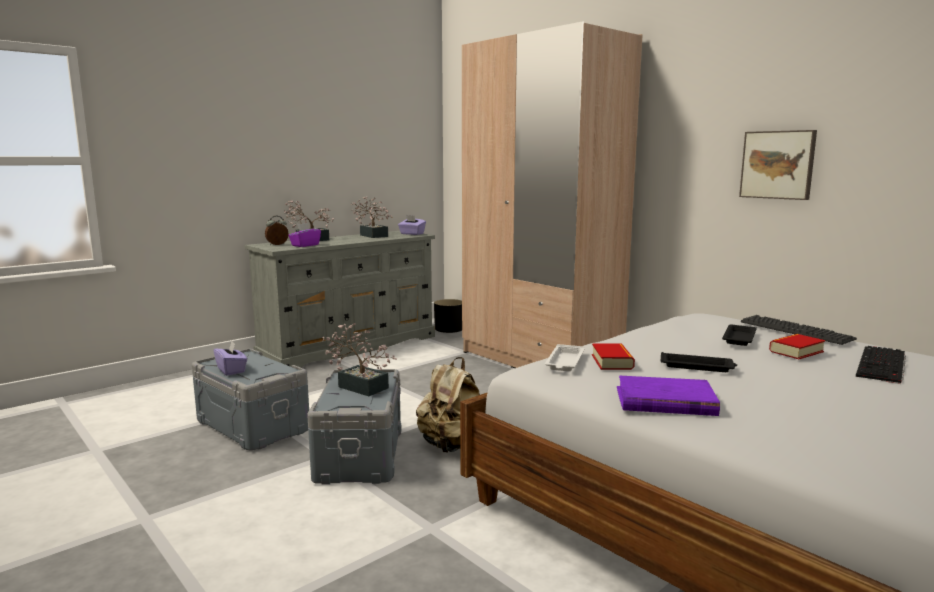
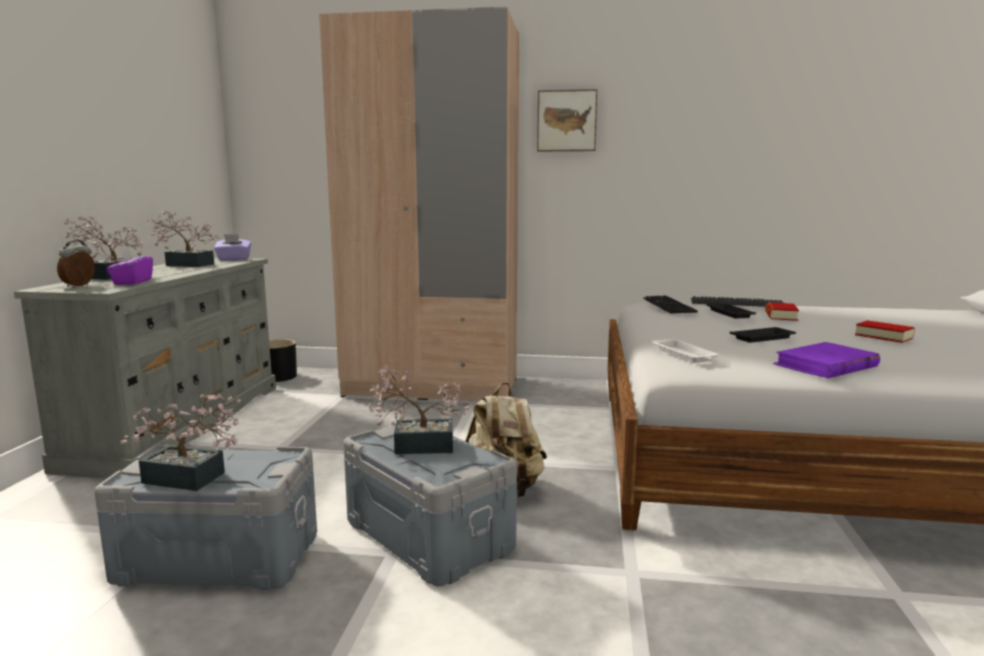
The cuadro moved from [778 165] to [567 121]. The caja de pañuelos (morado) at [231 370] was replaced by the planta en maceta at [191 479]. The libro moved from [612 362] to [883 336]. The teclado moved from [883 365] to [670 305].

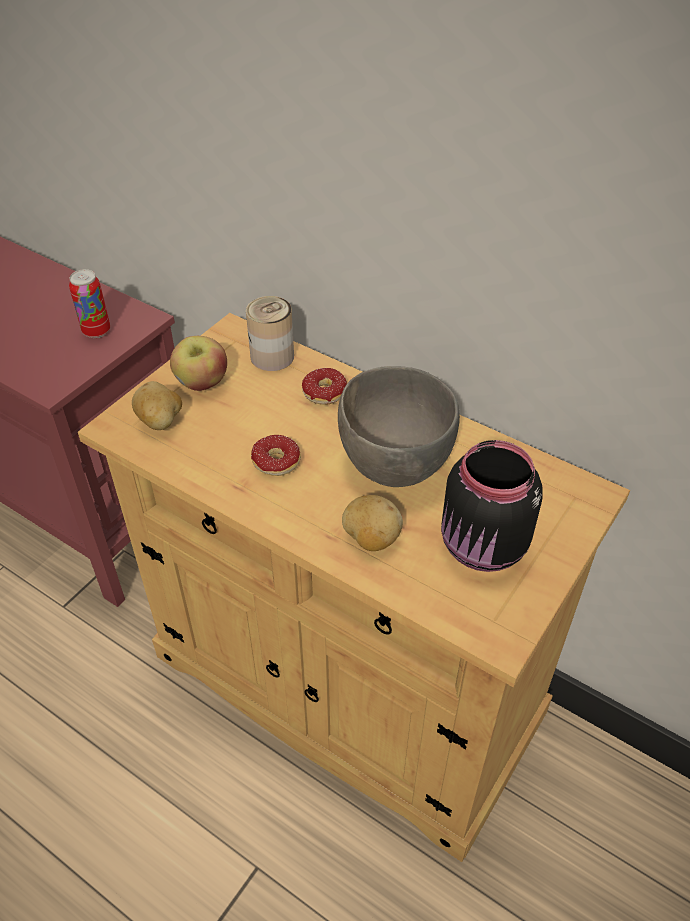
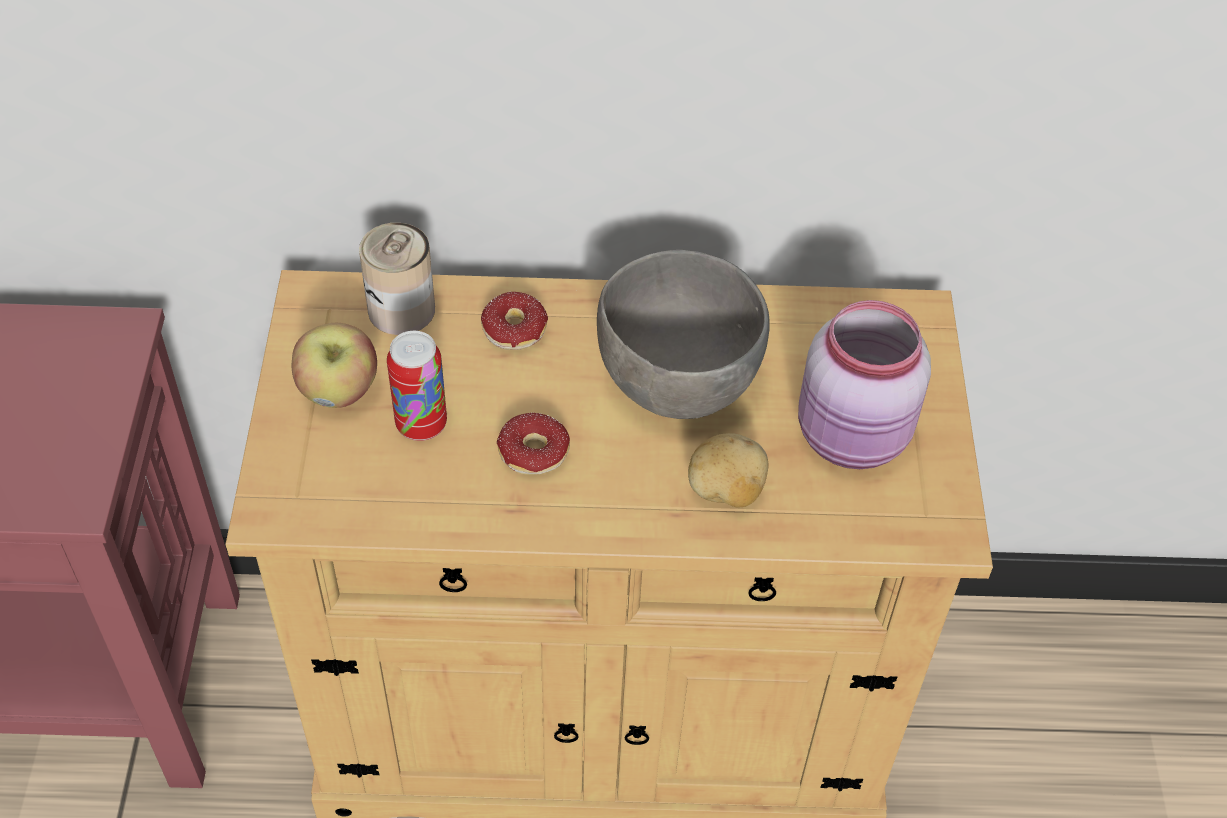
The lata moved from [96 331] to [421 424]. The patata at [160 421] disappeared. The tarro (negro) at [483 548] became the tarro (rosa) at [854 438].

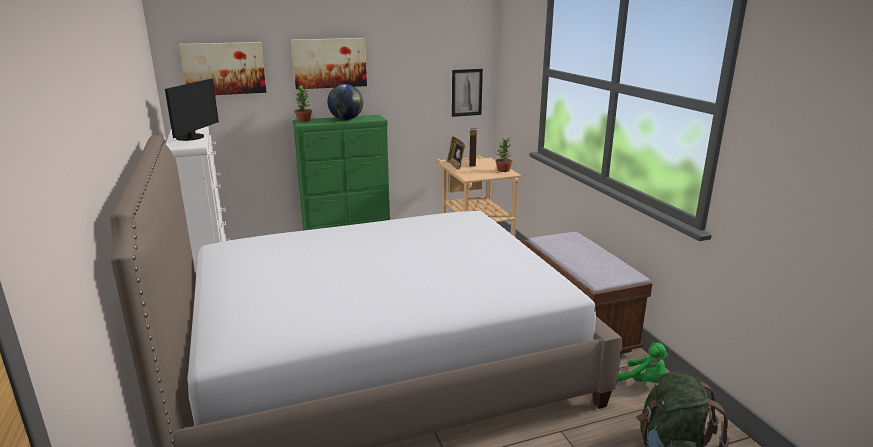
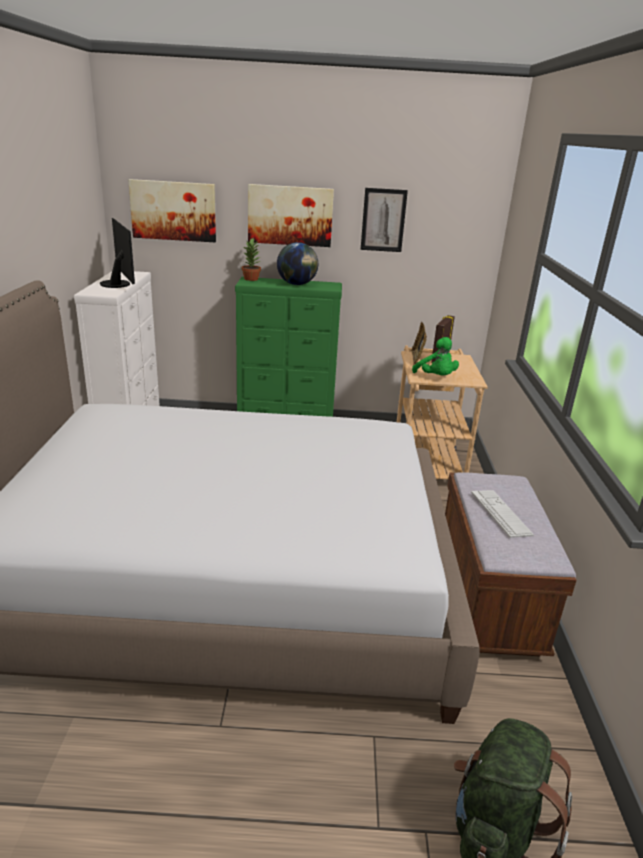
The cuadro moved from [466 92] to [383 220]. The monitor at [193 137] turned 60 degrees counterclockwise. The planta en maceta at [503 170] disappeared. The peluche (verde) moved from [644 381] to [436 377]. The teclado at [500 513] appeared.

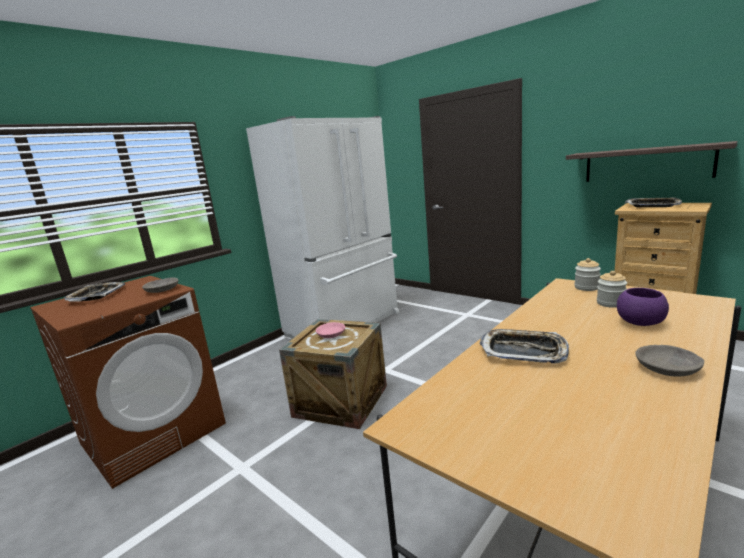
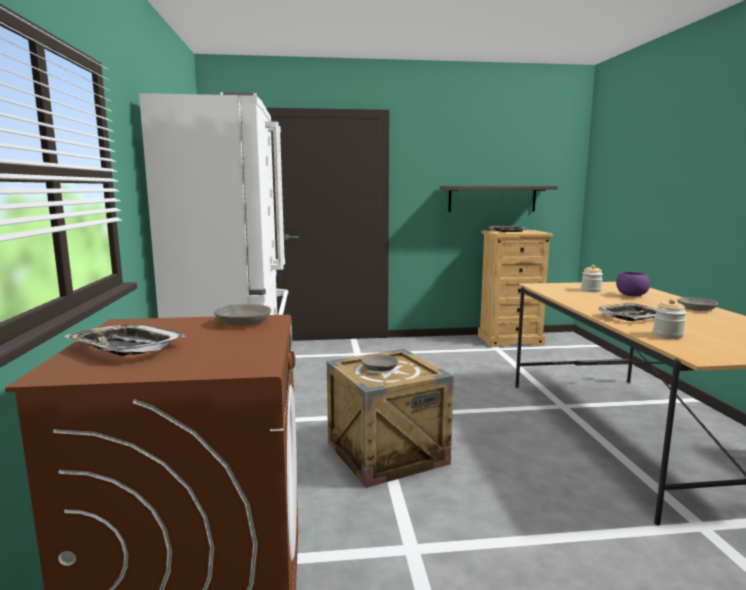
The tarro moved from [586 287] to [667 335]. The cuenco (rosa) at [330 334] became the cuenco (gris) at [379 368].

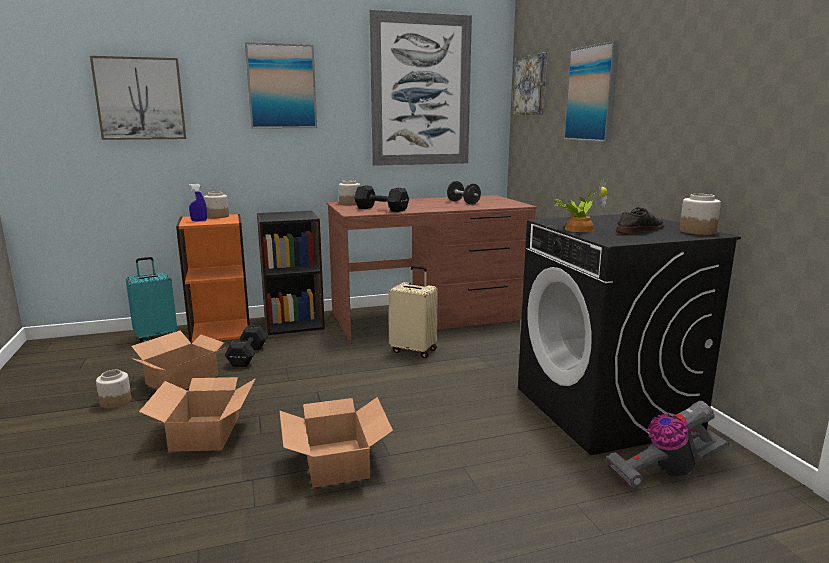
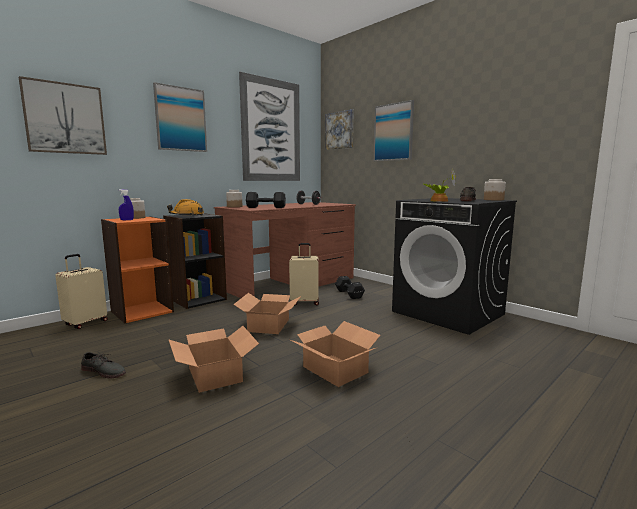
The maleta (turquesa) at [156 336] became the maleta (beis) at [85 323]. The mancuerna (negro) moved from [247 356] to [349 294]. The caja de cartón moved from [181 380] to [268 325]. The tarro at [116 401] was replaced by the zapato (gris) at [104 371]. The aspiradora at [664 472] disappeared. The casco (naranja) at [187 216] appeared.

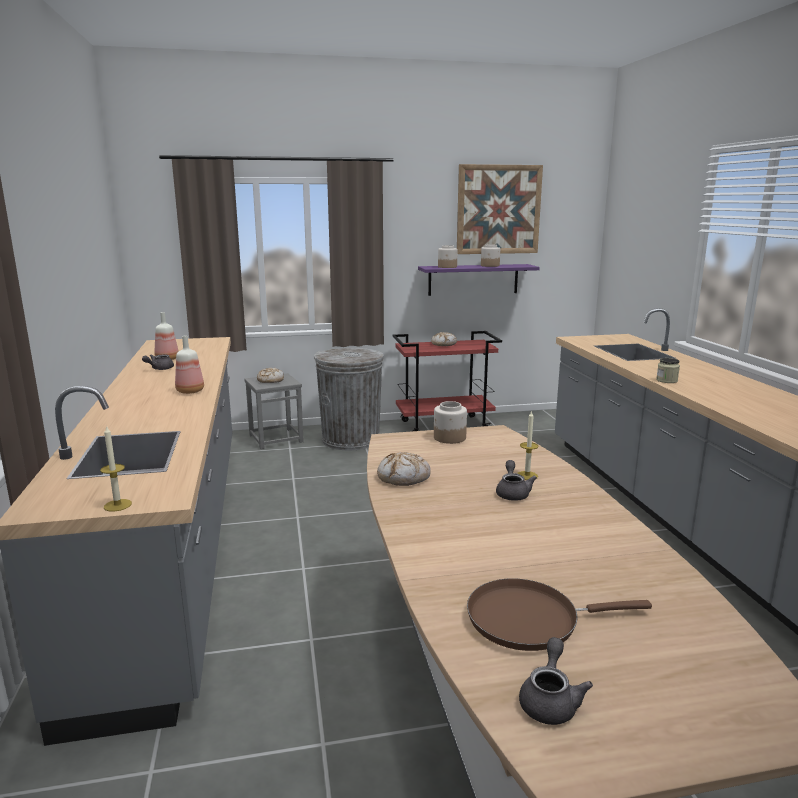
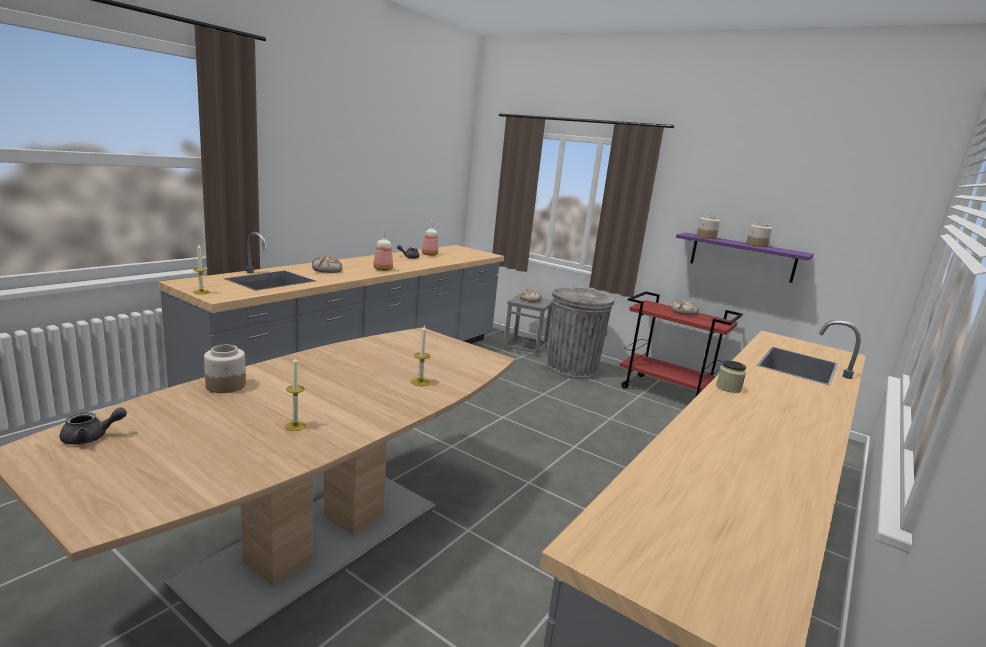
The cuadro at [498 209] disappeared. The tarro moved from [449 438] to [225 385]. The pan moved from [404 477] to [327 270]. The tetera (gris) at [512 493] disappeared. The sartén (marrón) at [530 619] disappeared. The vela at [295 426] appeared.

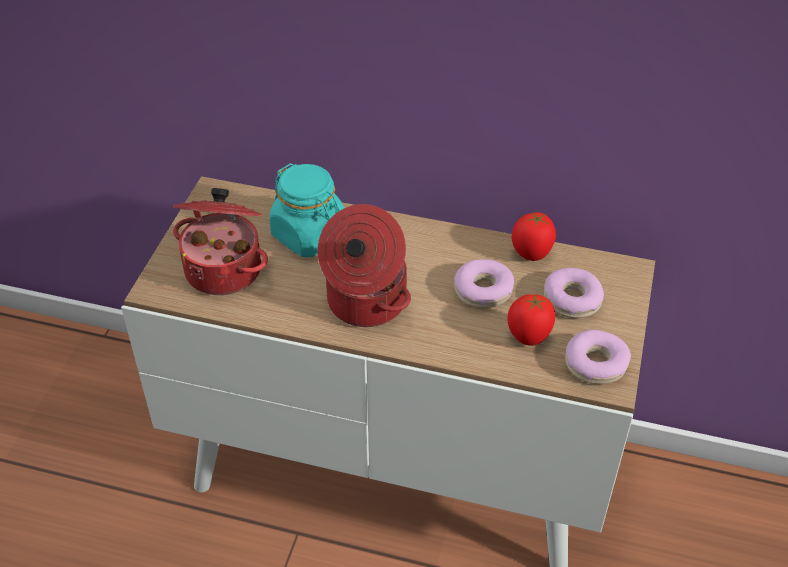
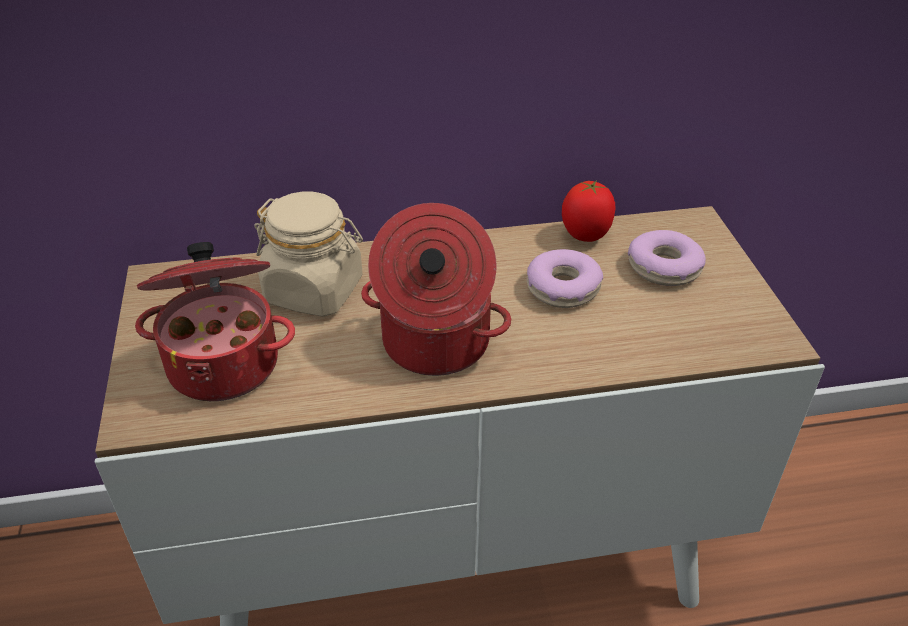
The tarro (turquesa) at [309 235] became the tarro (beis) at [314 291]. The tomate at [528 337] disappeared. The rosquilla at [596 364] disappeared.

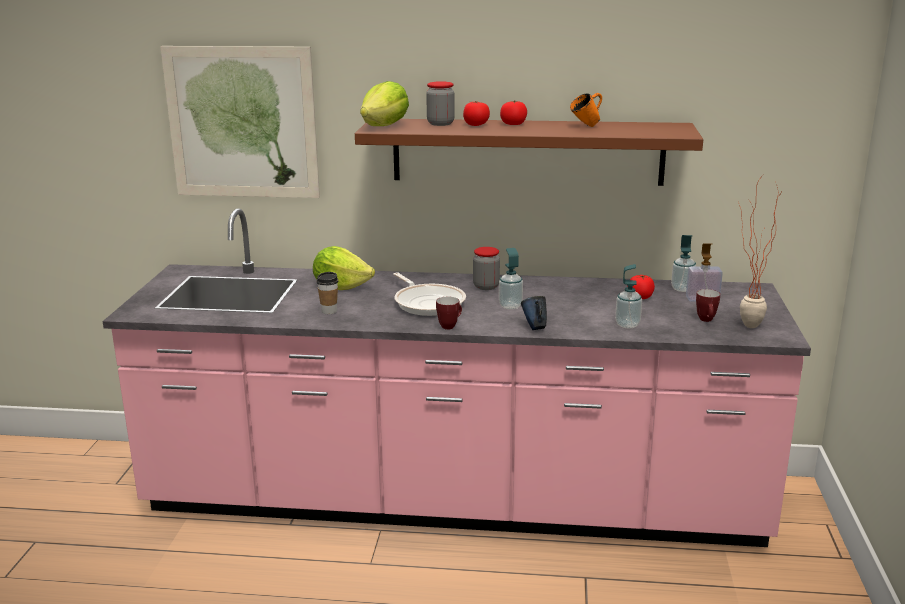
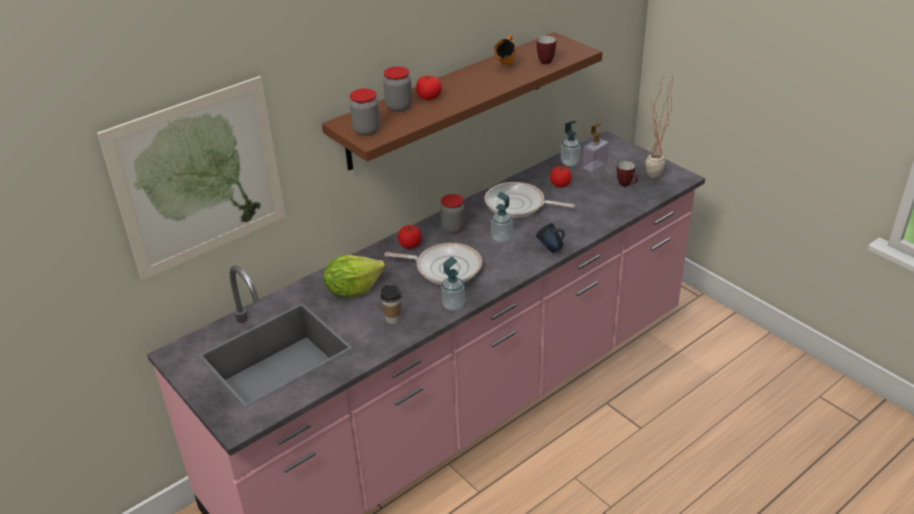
The lechuga at [385 126] was replaced by the tarro at [366 130]. The tomate moved from [513 124] to [410 244]. The dispensador de jabón moved from [627 325] to [453 305]. The taza grande moved from [450 326] to [545 61]. The sartén at [518 205] appeared.

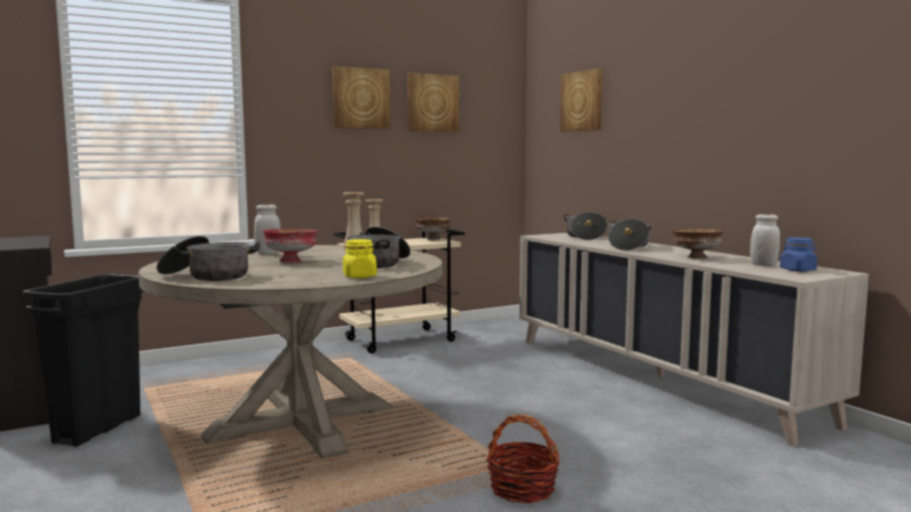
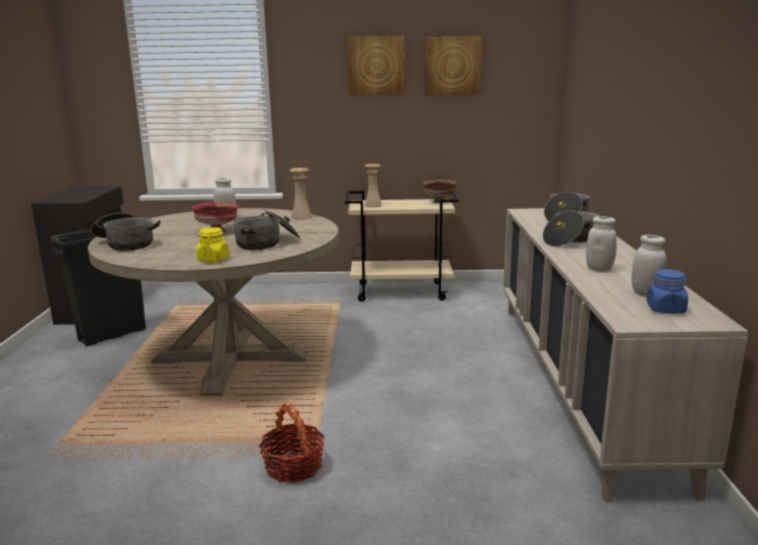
The cuadro at [582 101] disappeared. The cuenco (marrón) at [696 257] was replaced by the tarro (blanco) at [599 269].

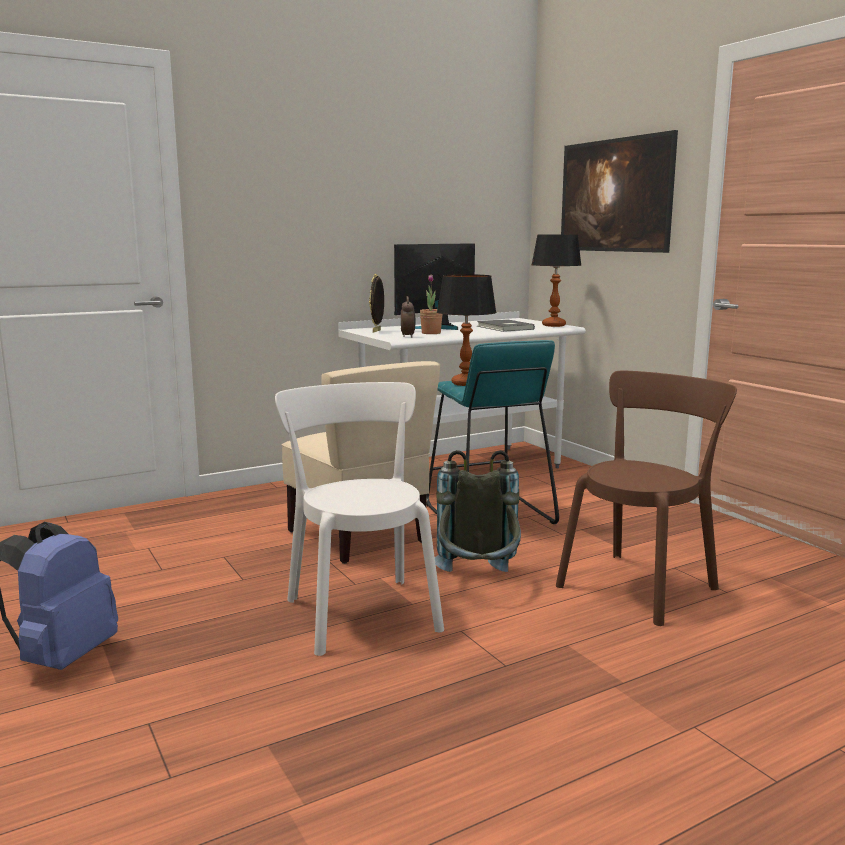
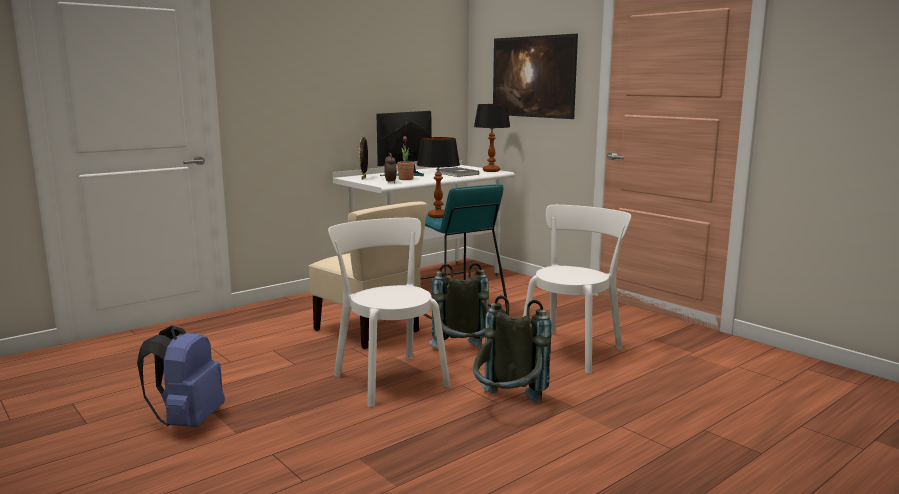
The silla (marrón) at [640 584] became the silla (blanco) at [572 349]. The mochila (gris) at [508 405] appeared.

